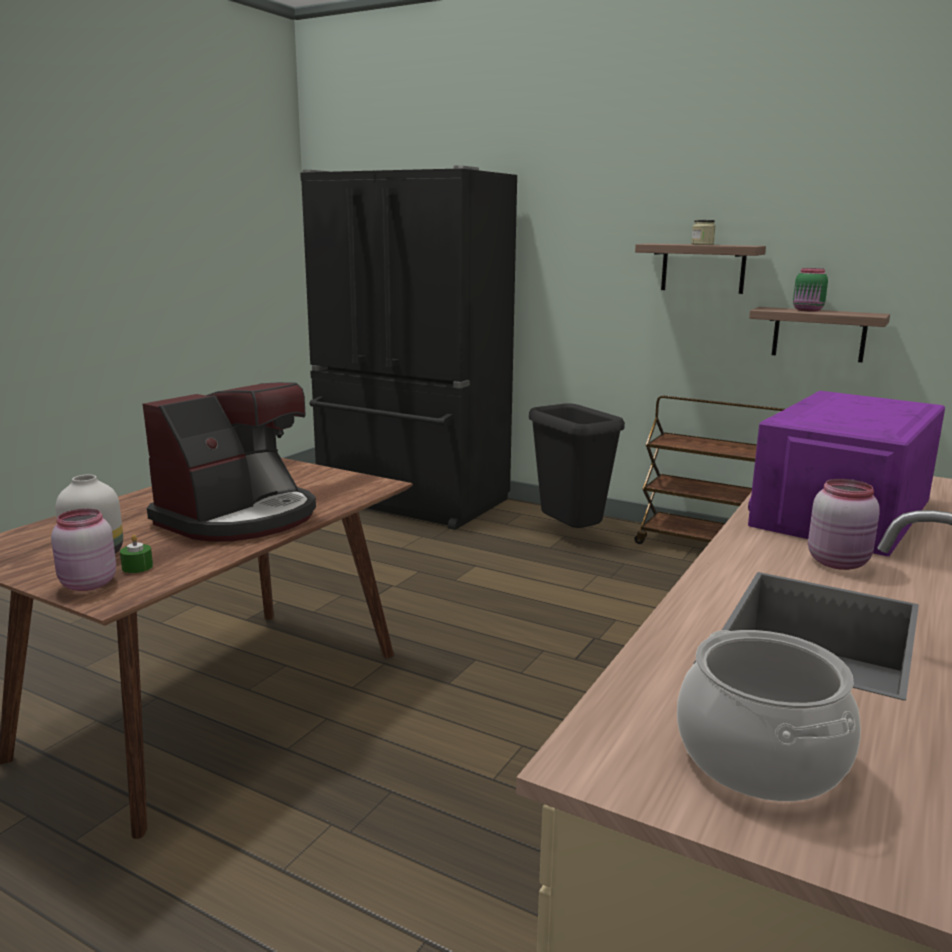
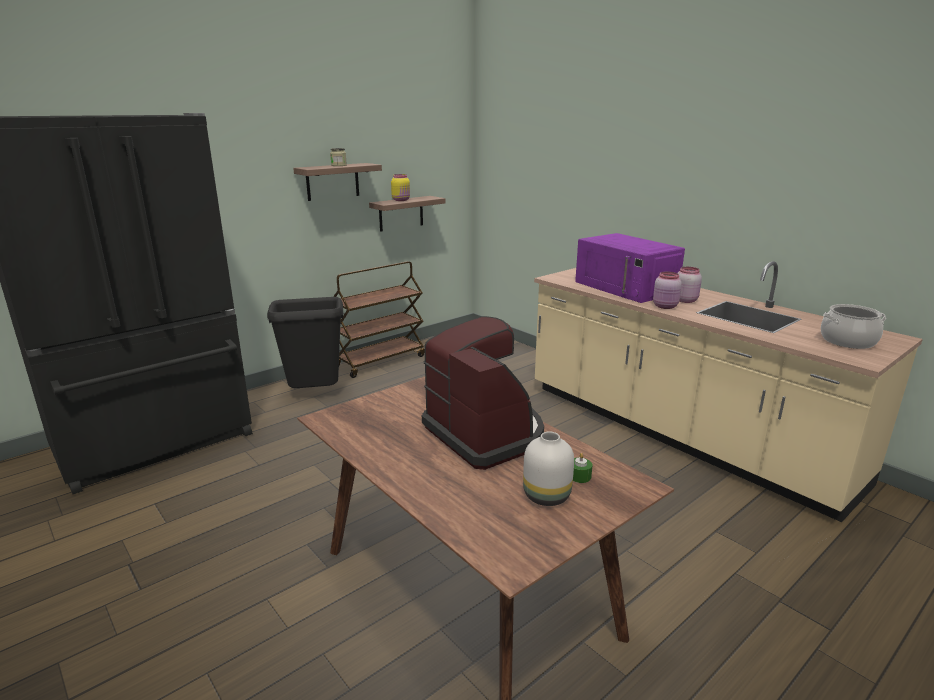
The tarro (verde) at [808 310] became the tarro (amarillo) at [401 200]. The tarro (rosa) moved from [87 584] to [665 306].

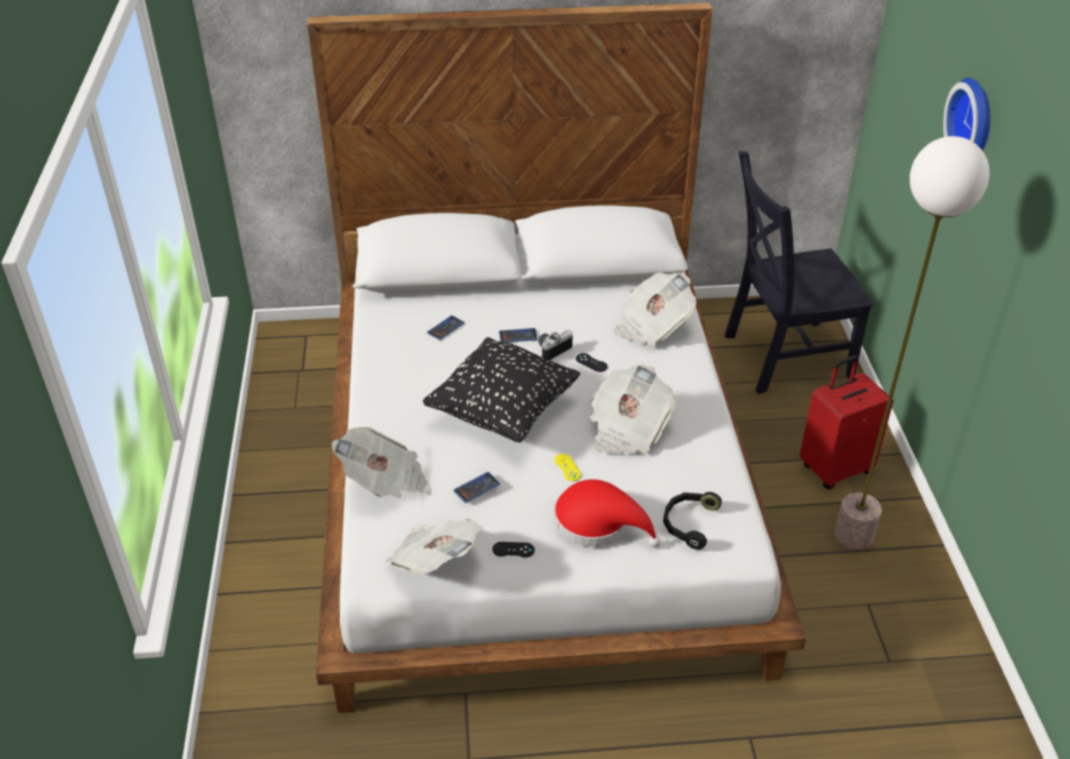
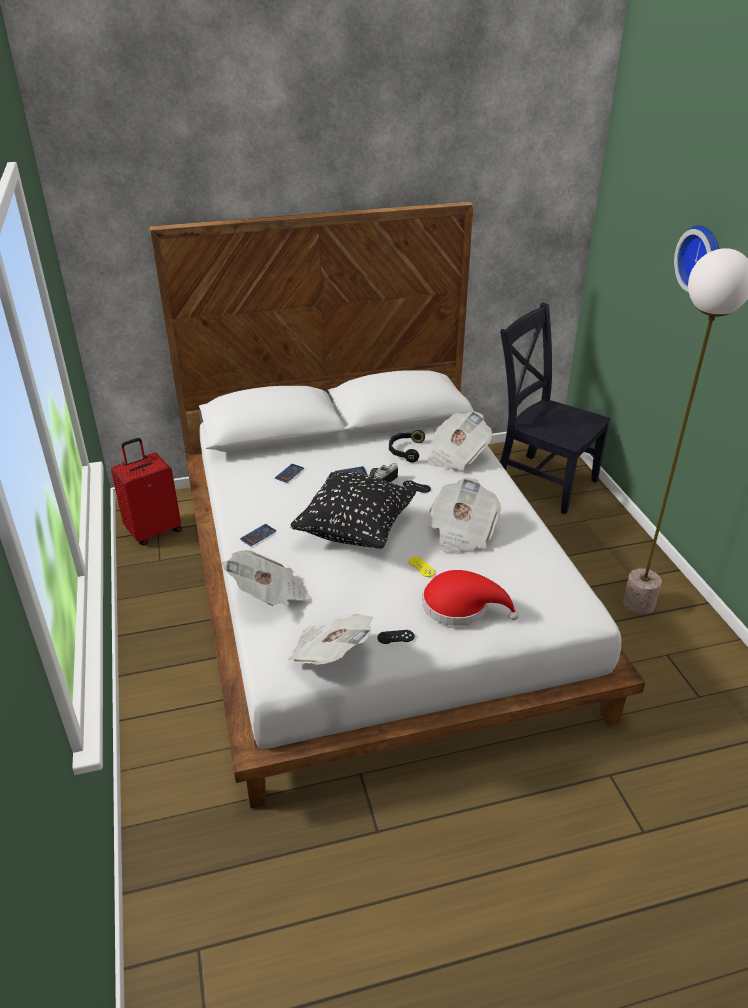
The silla (negro) at [782 356] turned 60 degrees clockwise. The maleta (rojo) moved from [835 468] to [154 531]. The móvil moved from [476 488] to [258 535]. The auriculares (negro) moved from [688 523] to [405 451].

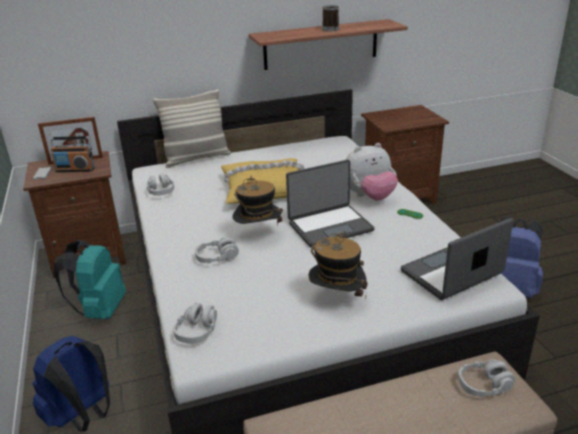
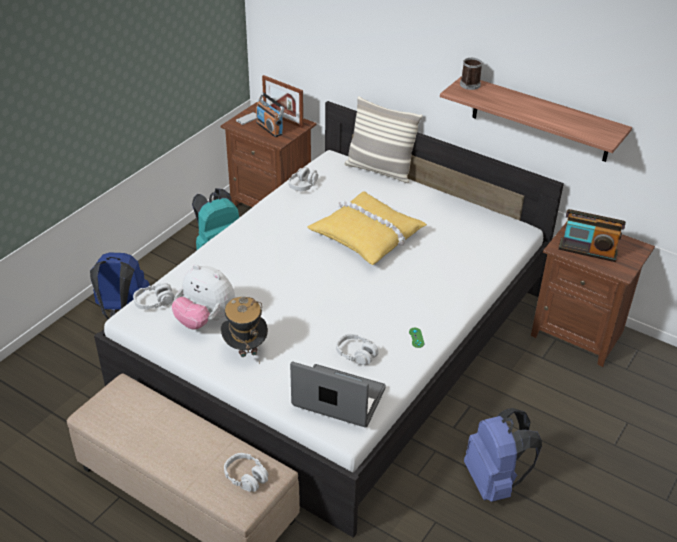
The taza grande moved from [331 29] to [469 86]. The peluche moved from [369 197] to [205 320]. The portátil at [329 226] disappeared. The sombrero at [258 235] disappeared. The auriculares (gris) moved from [217 257] to [356 354]. The radio at [587 250] appeared.

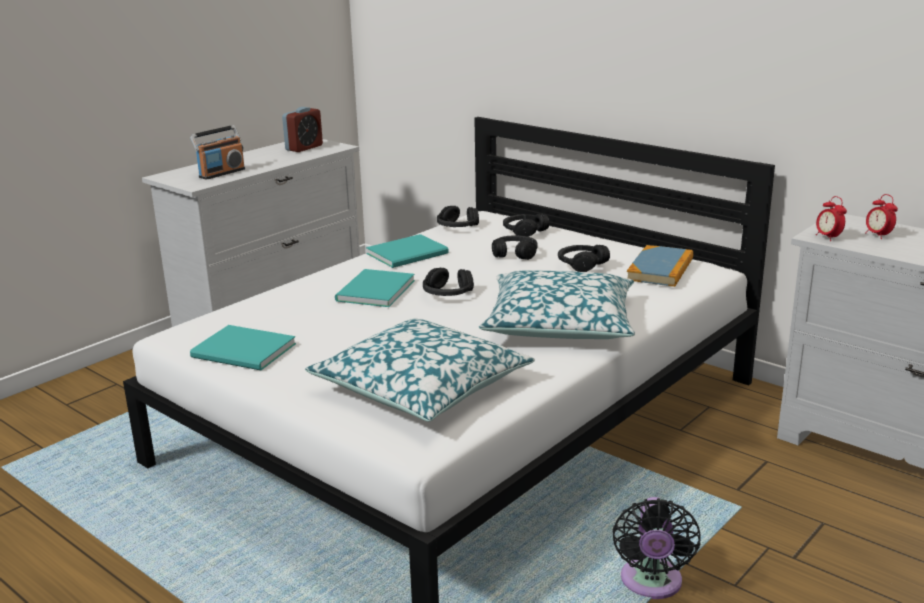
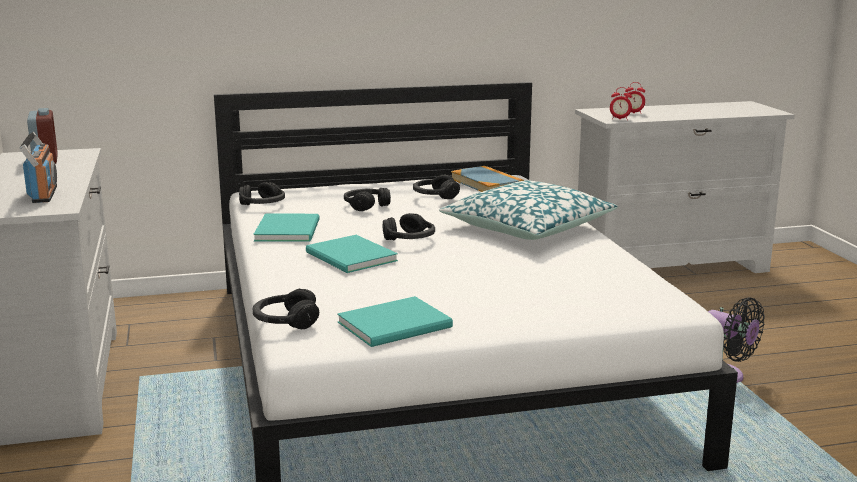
The auriculares (negro) moved from [524 231] to [286 321]. The cojín at [421 387] disappeared.

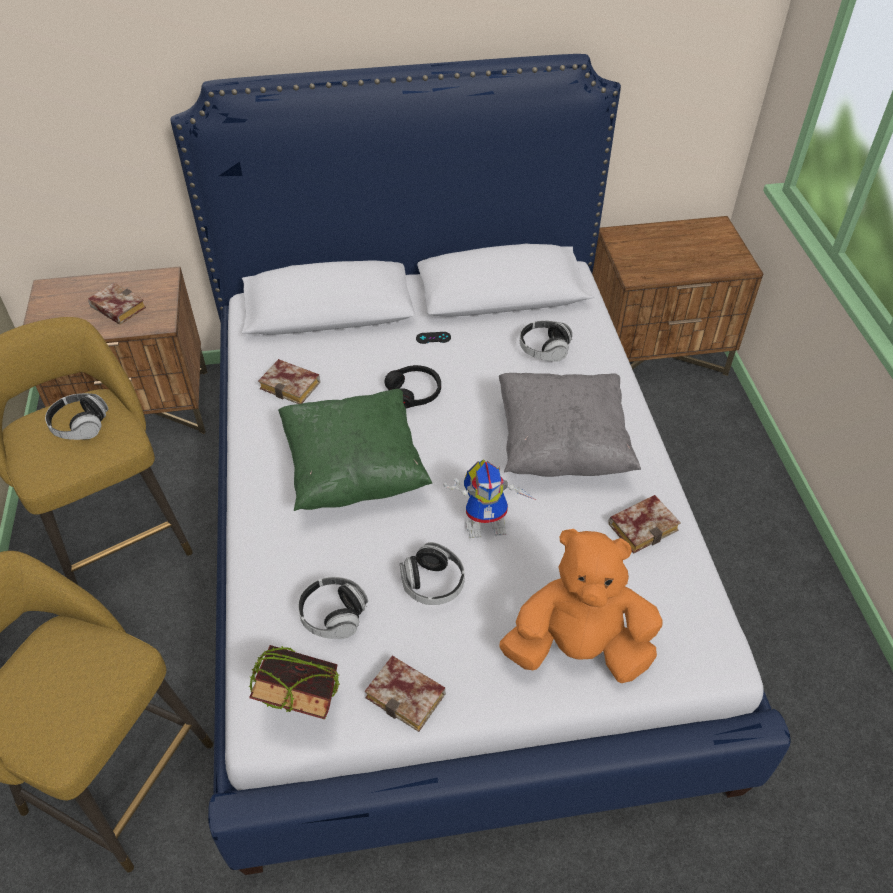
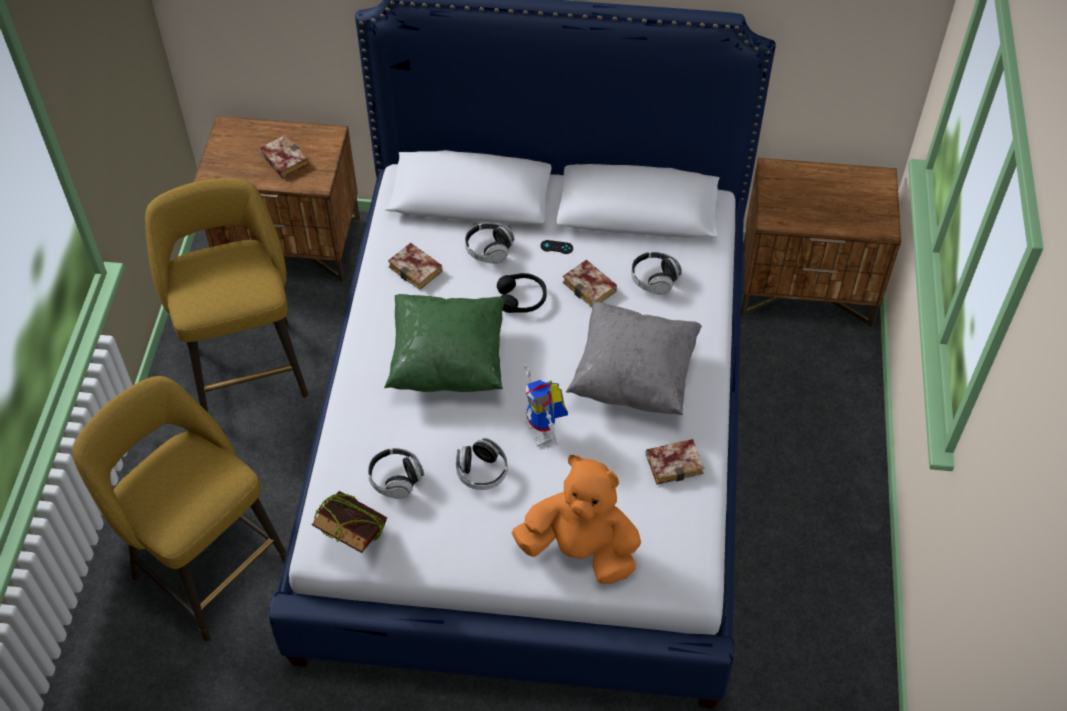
The auriculares moved from [80 425] to [489 250]. The robot de juguete at [488 523] turned 60 degrees clockwise. The libro moved from [409 696] to [592 287].

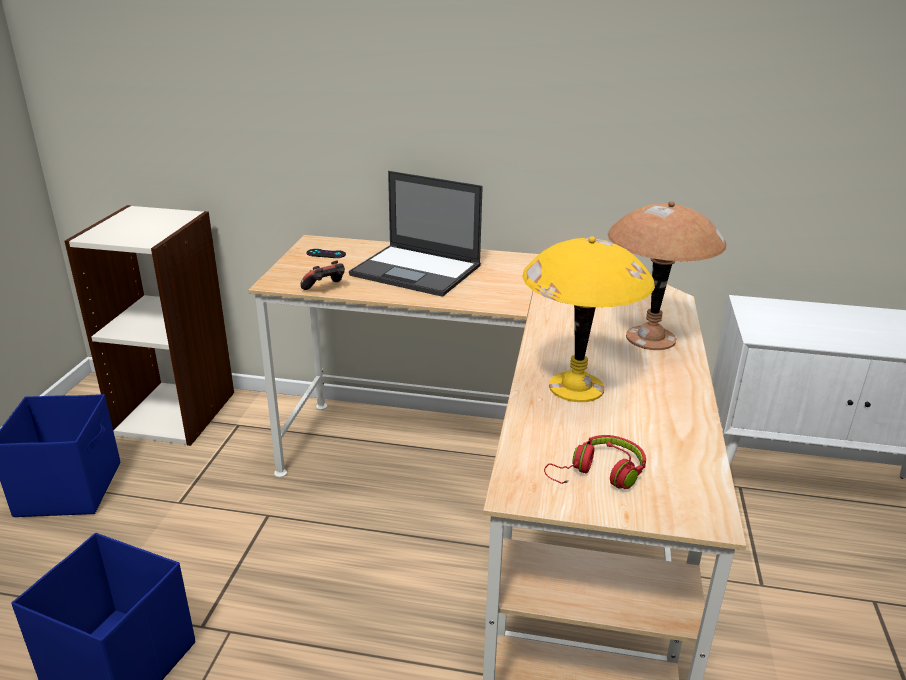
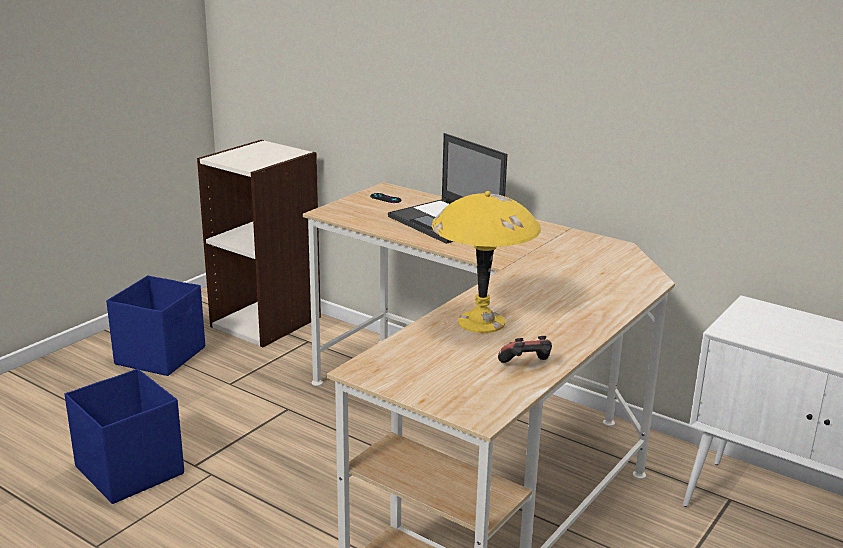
The lámpara de mesa (marrón) at [649 338] disappeared. The mando de consola moved from [325 289] to [526 365]. The auriculares (rojo) at [599 474] disappeared.

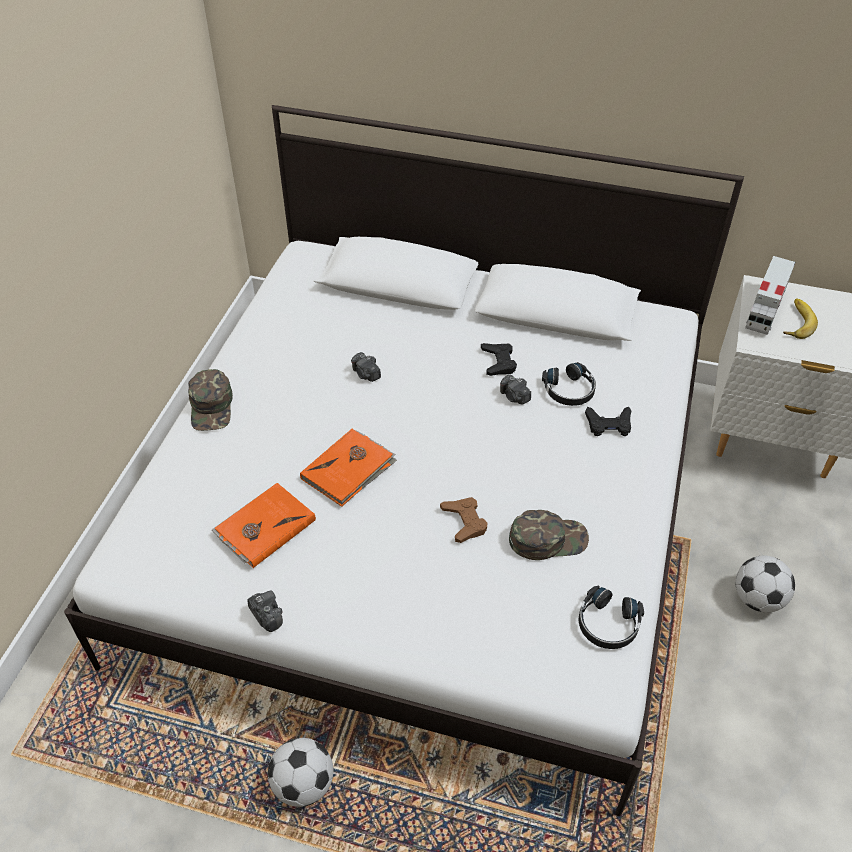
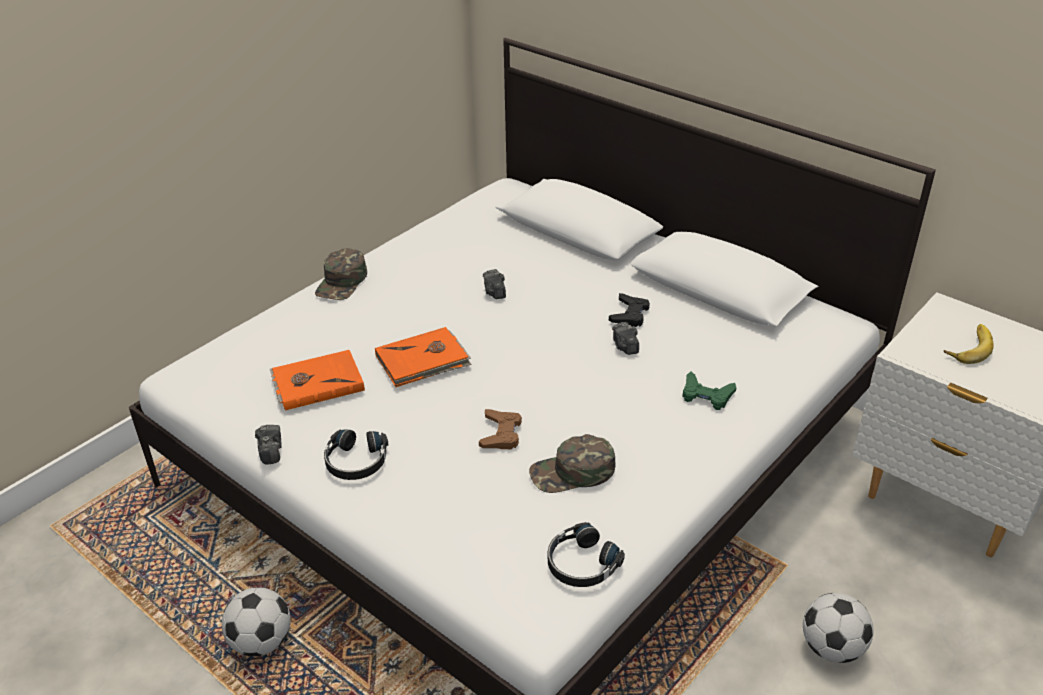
The camión de juguete at [764 310] disappeared. The auriculares (negro) moved from [569 391] to [356 462]. The mando de consola (negro) at [609 425] became the mando de consola (verde) at [706 395]. The gorra (verde) at [548 539] turned 150 degrees clockwise.

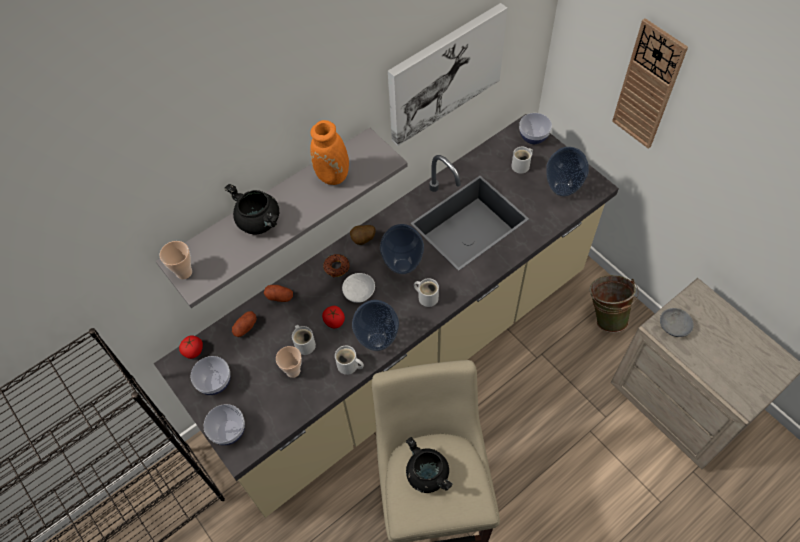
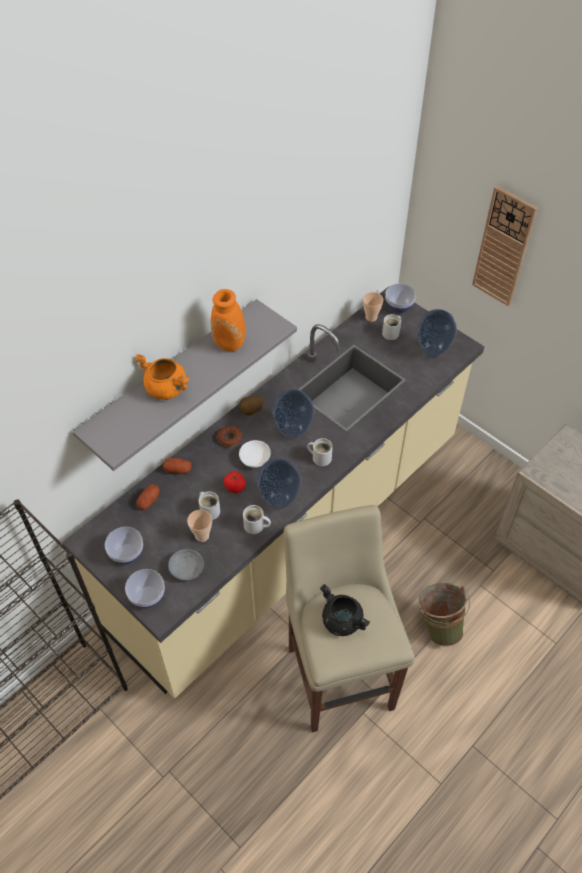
The cuadro at [444 73] disappeared. The olla (negro) at [259 221] became the olla (naranja) at [167 388]. The taza moved from [184 272] to [371 317]. The cubo (verde) moved from [606 315] to [438 625]. The cuenco (gris) moved from [673 327] to [186 570]. The tomate at [193 351] disappeared.

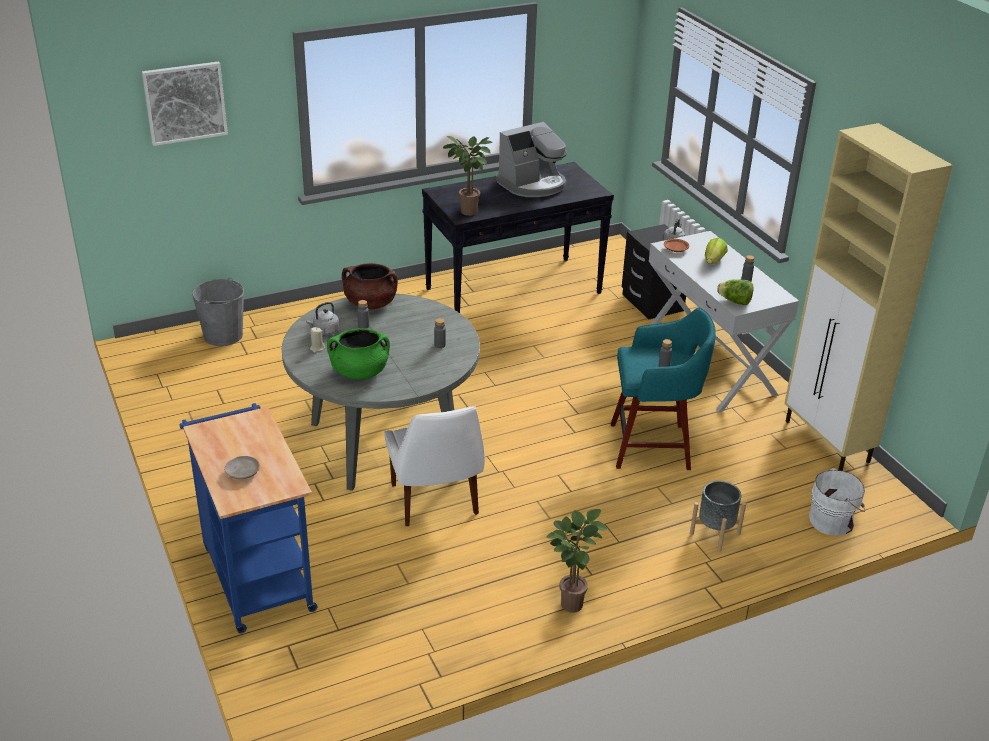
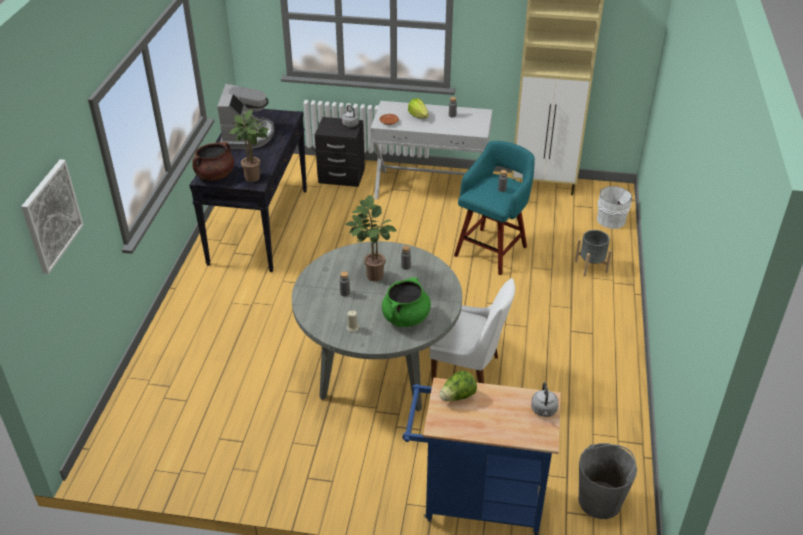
The olla (marrón) moved from [370 303] to [215 175]. The cubo (gris) moved from [223 335] to [600 500]. The lechuga moved from [735 301] to [457 396]. The hervidor (gris) moved from [325 331] to [544 411]. The plato (beis) at [242 472] disappeared. The planta en maceta moved from [570 601] to [372 275].

